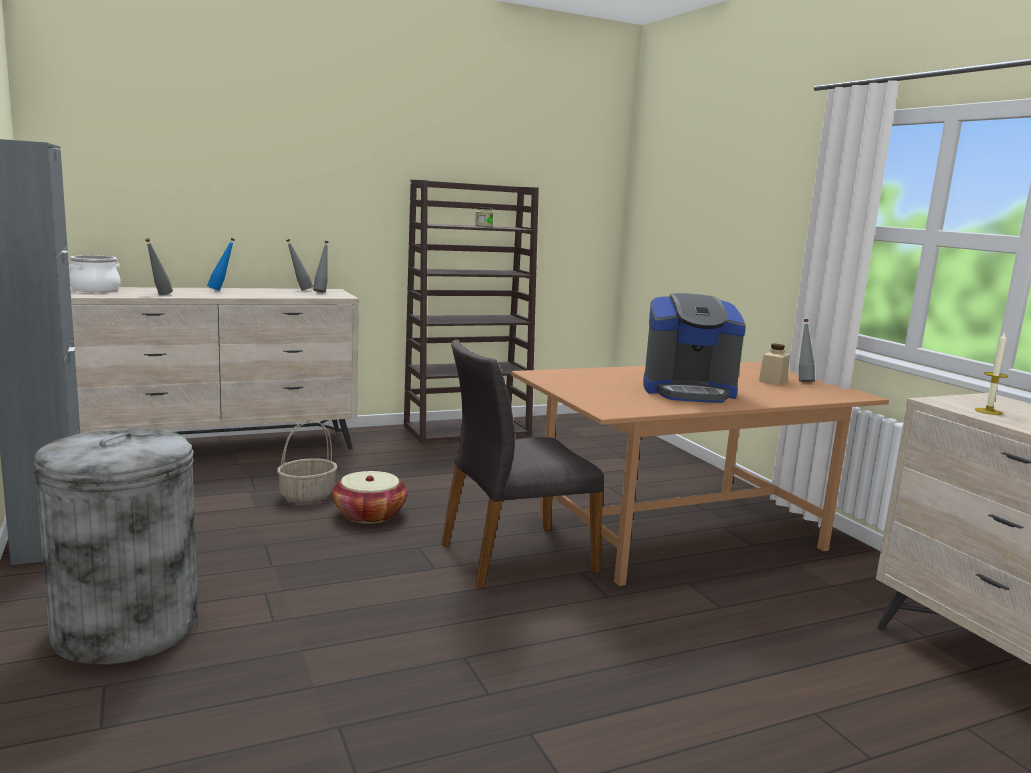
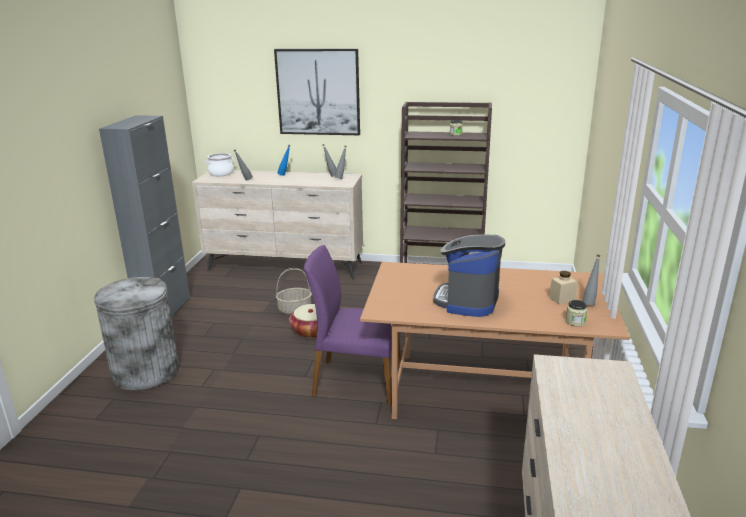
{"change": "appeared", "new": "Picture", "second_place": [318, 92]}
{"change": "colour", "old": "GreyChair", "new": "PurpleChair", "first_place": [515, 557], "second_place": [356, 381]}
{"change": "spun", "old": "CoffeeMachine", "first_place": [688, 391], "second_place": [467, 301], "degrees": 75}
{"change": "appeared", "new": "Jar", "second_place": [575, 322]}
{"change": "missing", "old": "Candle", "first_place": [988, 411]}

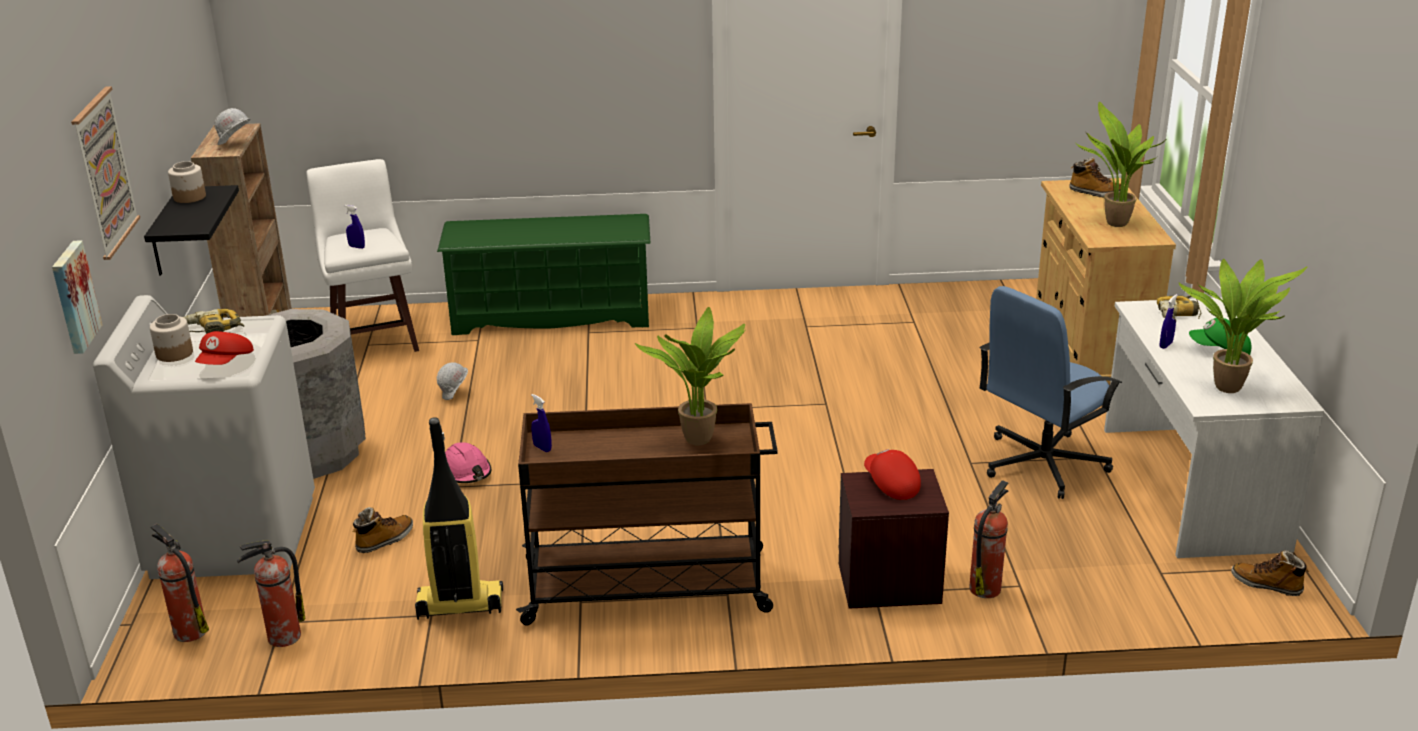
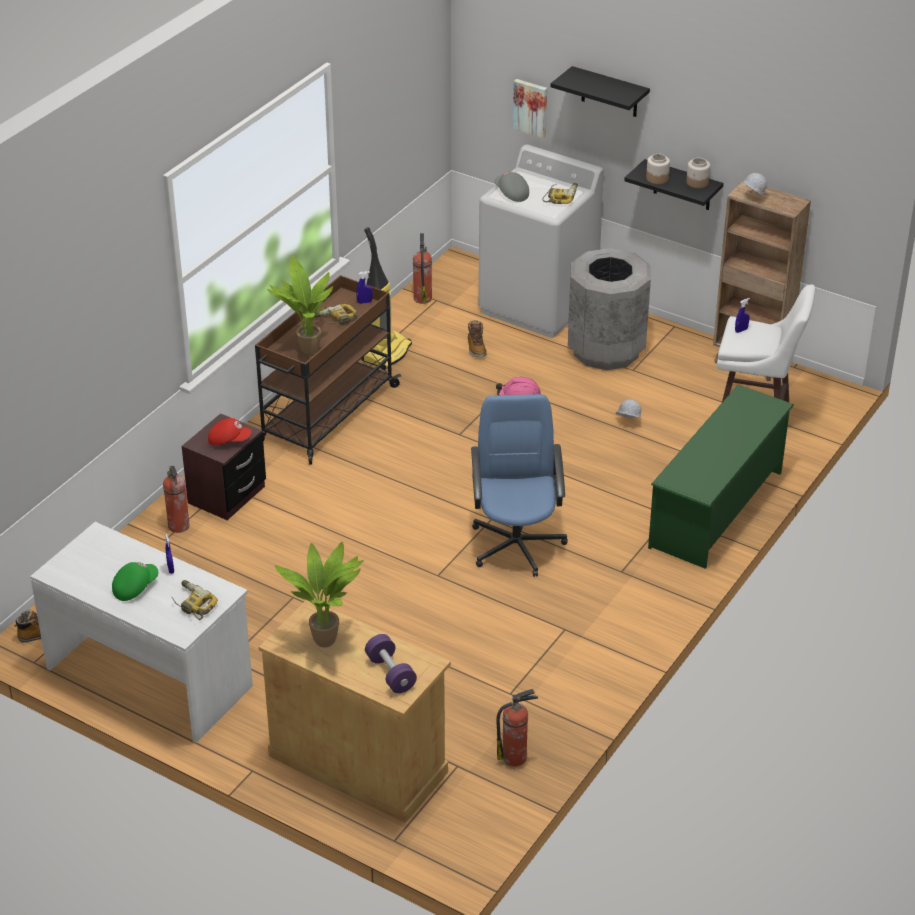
{"change": "appeared", "new": "PowerDrill", "second_place": [337, 320]}
{"change": "exchanged", "old": "Boot", "new": "PurpleDumbbell", "first_place": [1095, 193], "second_place": [390, 673]}
{"change": "relocated", "old": "BlueOfficeChair", "first_place": [1042, 464], "second_place": [517, 544]}
{"change": "colour", "old": "RedCap", "new": "GreyCap", "first_place": [226, 363], "second_place": [511, 193]}
{"change": "relocated", "old": "FireExtinguisher", "first_place": [189, 631], "second_place": [515, 757]}
{"change": "exchanged", "old": "Picture", "new": "BlackShelf", "first_place": [104, 172], "second_place": [609, 92]}
{"change": "relocated", "old": "Jar", "first_place": [174, 354], "second_place": [657, 178]}
{"change": "missing", "old": "PottedPlant", "first_place": [1229, 386]}

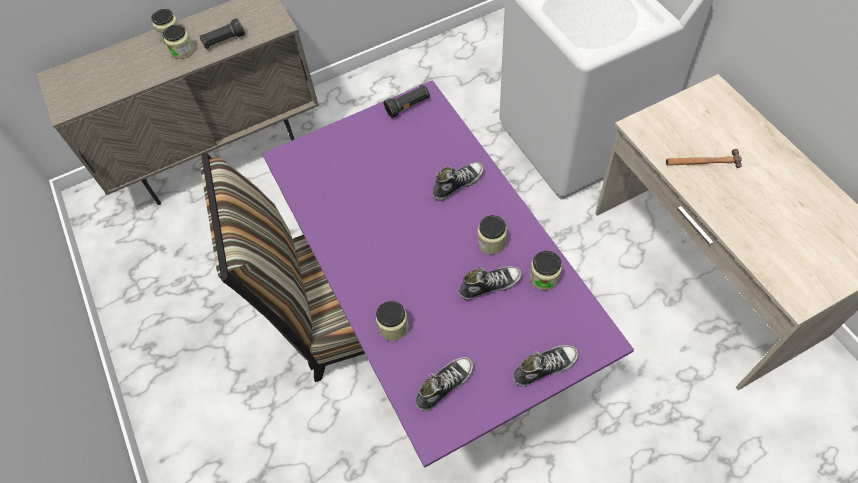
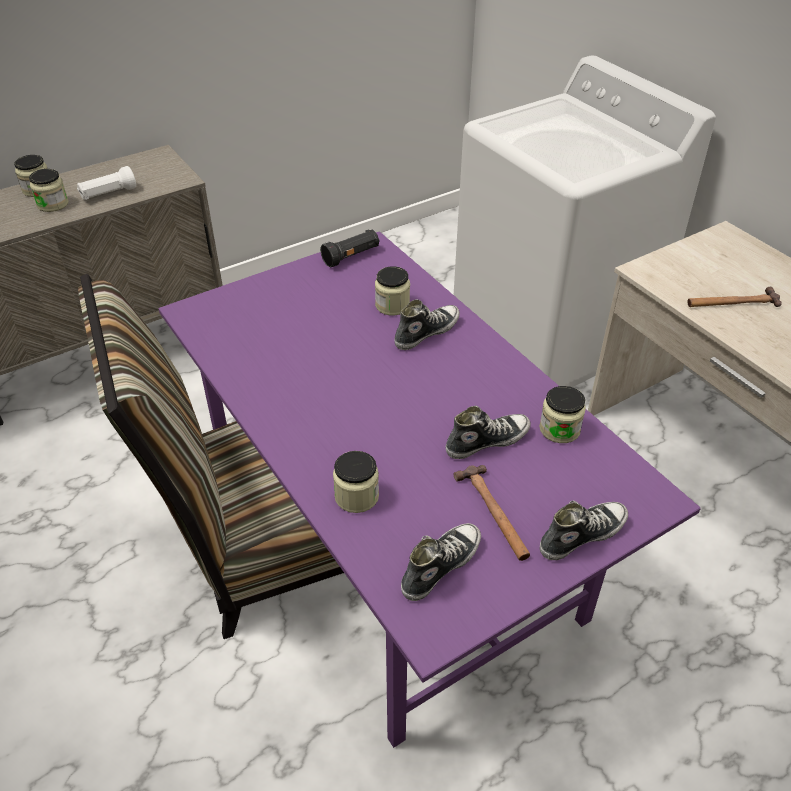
{"change": "colour", "old": "BlackFlashlight", "new": "WhiteFlashlight", "first_place": [224, 41], "second_place": [108, 194]}
{"change": "relocated", "old": "Jar", "first_place": [491, 242], "second_place": [392, 305]}
{"change": "appeared", "new": "Hammer", "second_place": [494, 514]}

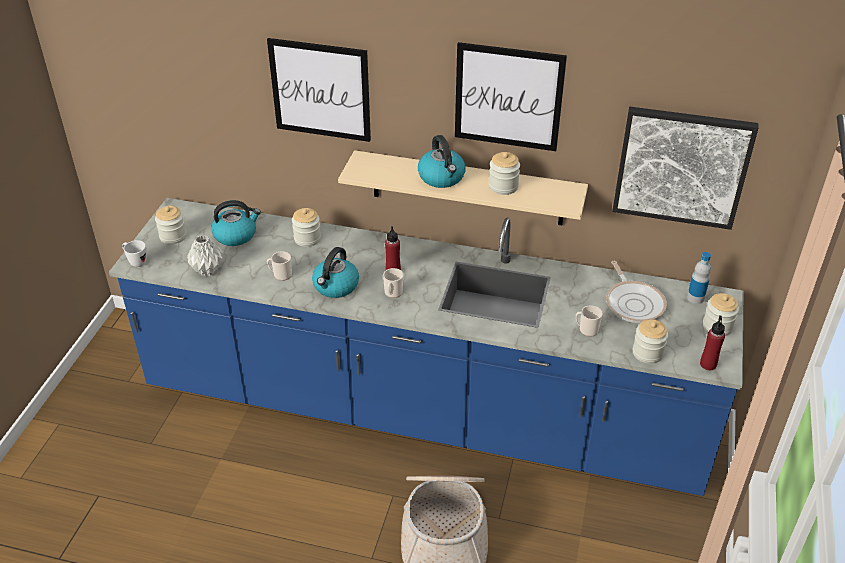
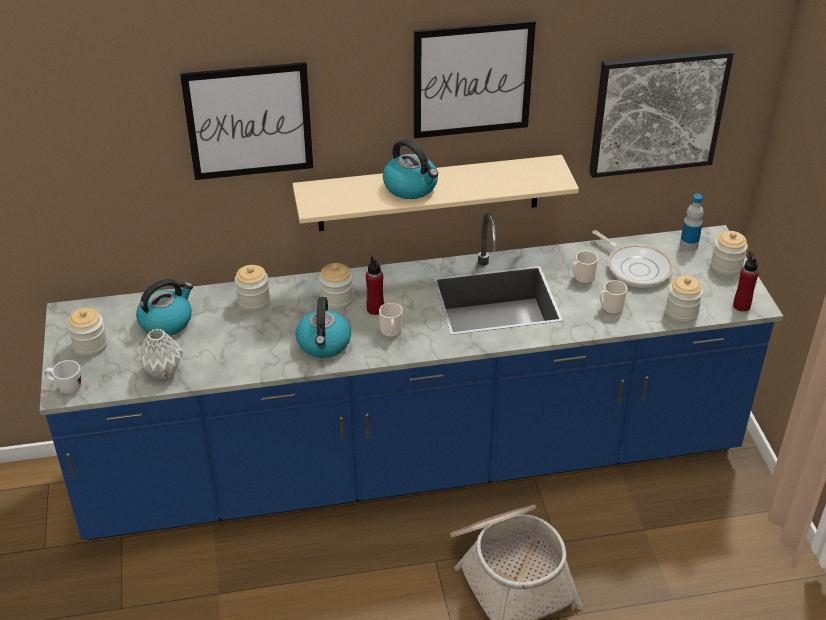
{"change": "relocated", "old": "Jar", "first_place": [503, 187], "second_place": [337, 299]}
{"change": "relocated", "old": "Mug", "first_place": [280, 275], "second_place": [582, 278]}

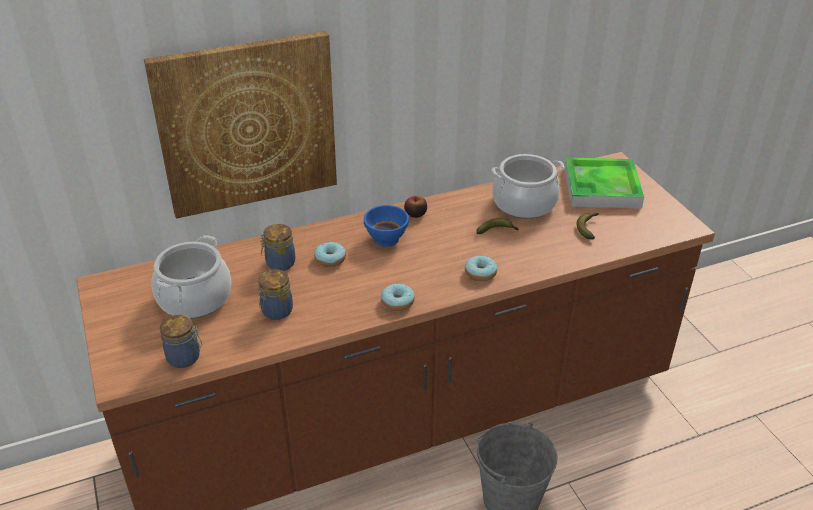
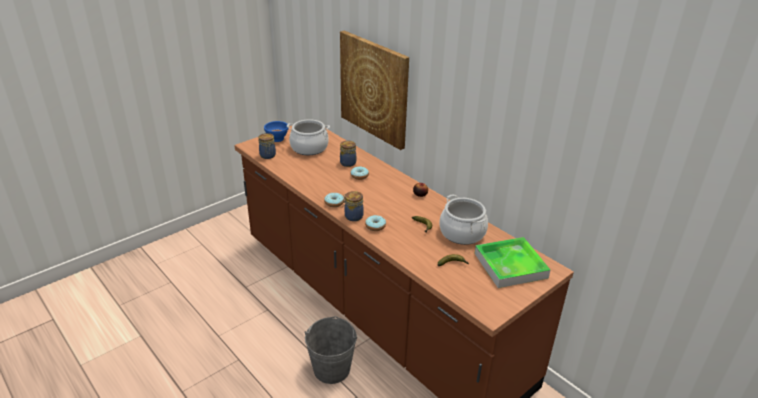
{"change": "relocated", "old": "BlueBowl", "first_place": [386, 238], "second_place": [277, 139]}
{"change": "relocated", "old": "Jar", "first_place": [276, 311], "second_place": [353, 216]}

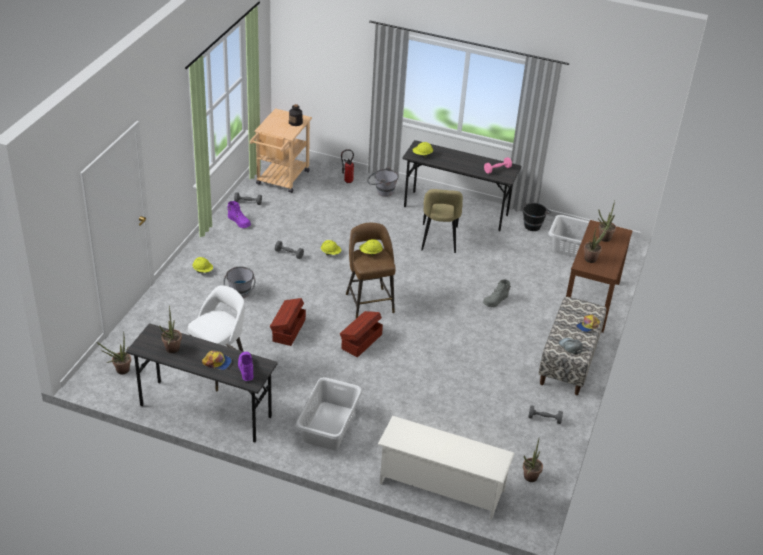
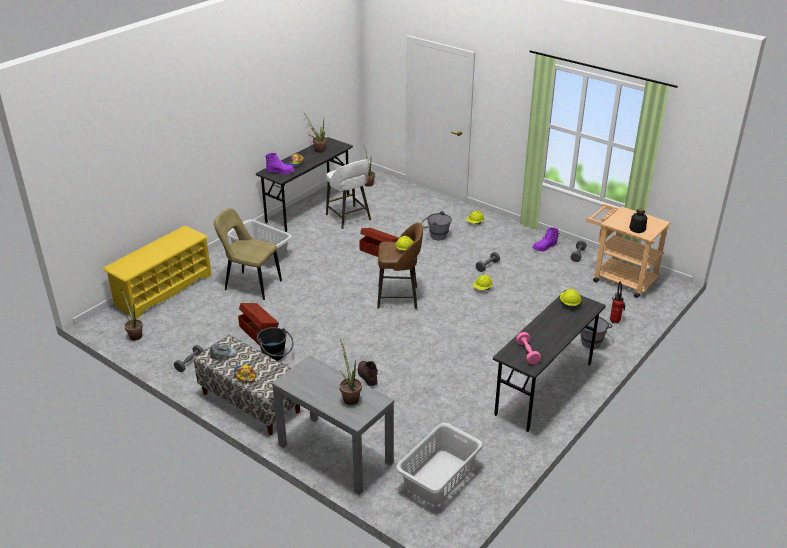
{"change": "colour", "old": "WhiteShoeRack", "new": "YellowShoeRack", "first_place": [440, 487], "second_place": [163, 290]}
{"change": "relocated", "old": "BeigeChair", "first_place": [439, 240], "second_place": [250, 285]}
{"change": "relocated", "old": "BrownStorageBox", "first_place": [361, 341], "second_place": [258, 332]}
{"change": "relocated", "old": "BlackBucket", "first_place": [533, 224], "second_place": [276, 357]}
{"change": "colour", "old": "BrownConsoleTable", "new": "GreyConsoleTable", "first_place": [591, 301], "second_place": [334, 453]}
{"change": "colour", "old": "GreyBoot", "new": "BrownBoot", "first_place": [495, 301], "second_place": [367, 377]}
{"change": "missing", "old": "PottedPlant", "first_place": [592, 258]}

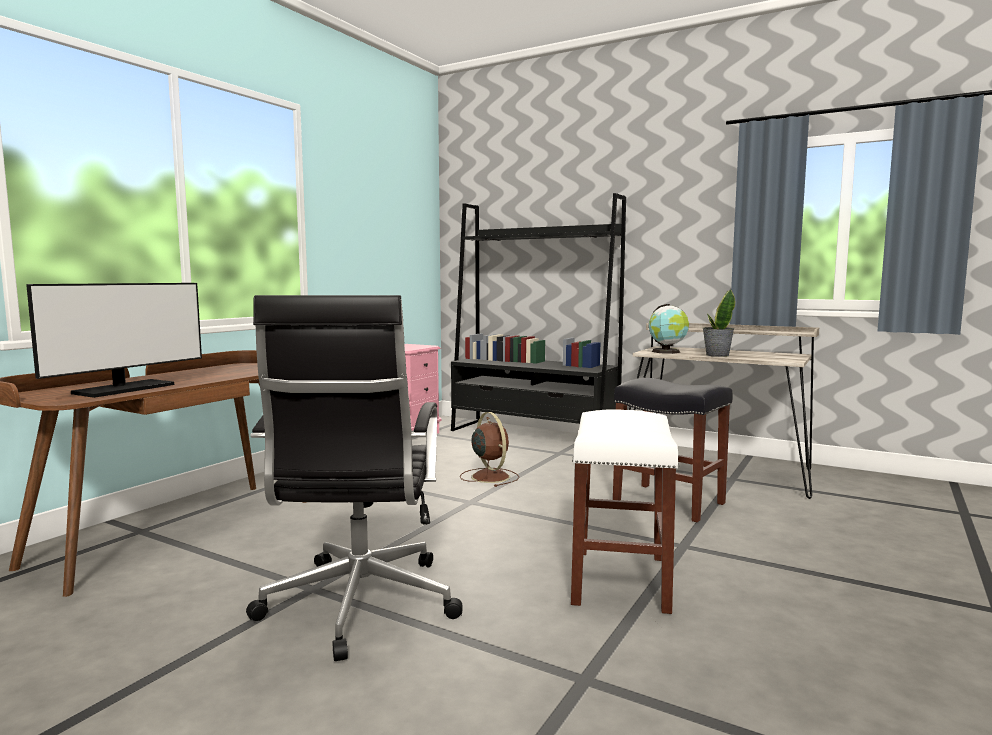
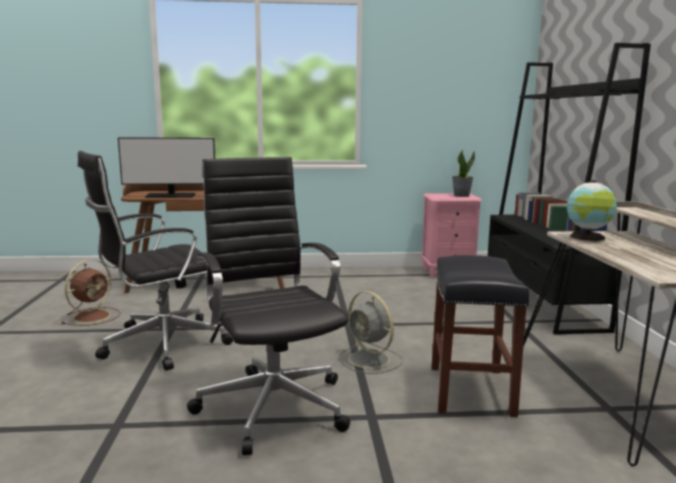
{"change": "relocated", "old": "BrownFan", "first_place": [489, 476], "second_place": [93, 316]}
{"change": "exchanged", "old": "WhiteStool", "new": "BlackOfficeChair", "first_place": [619, 579], "second_place": [272, 404]}
{"change": "appeared", "new": "GreyFan", "second_place": [370, 360]}
{"change": "relocated", "old": "PottedPlant", "first_place": [717, 355], "second_place": [461, 195]}

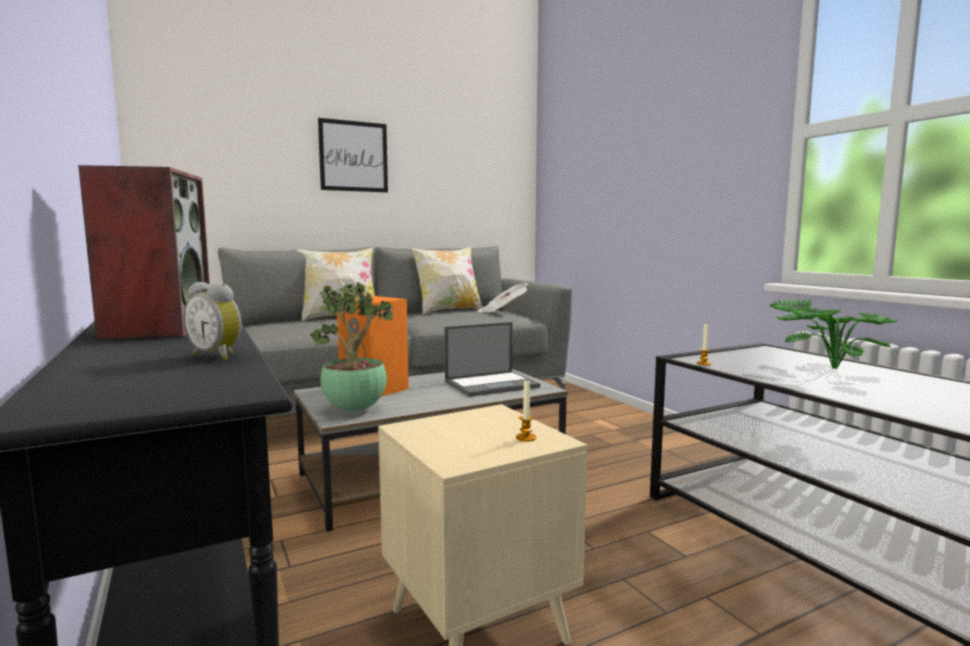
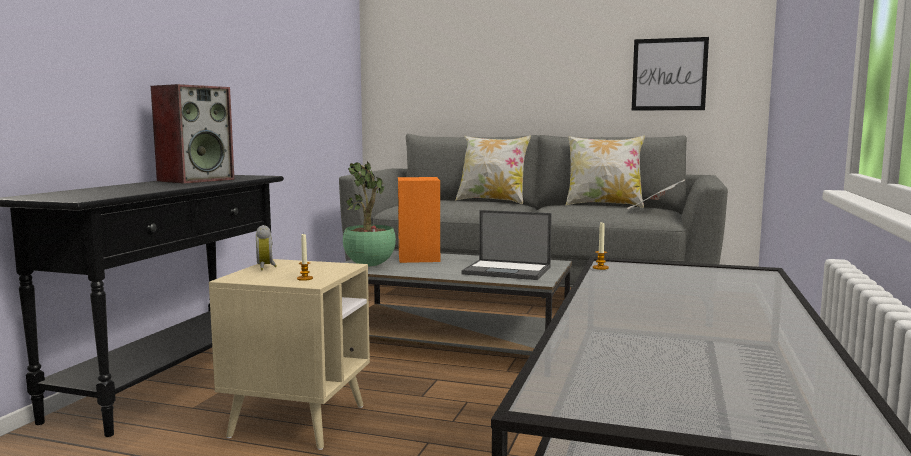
{"change": "relocated", "old": "AlarmClock", "first_place": [218, 356], "second_place": [267, 267]}
{"change": "relocated", "old": "Picture", "first_place": [353, 156], "second_place": [669, 74]}
{"change": "missing", "old": "PottedPlant", "first_place": [825, 368]}

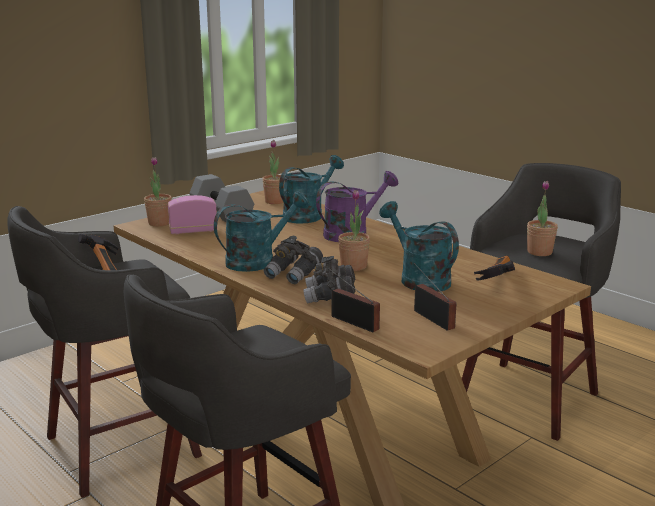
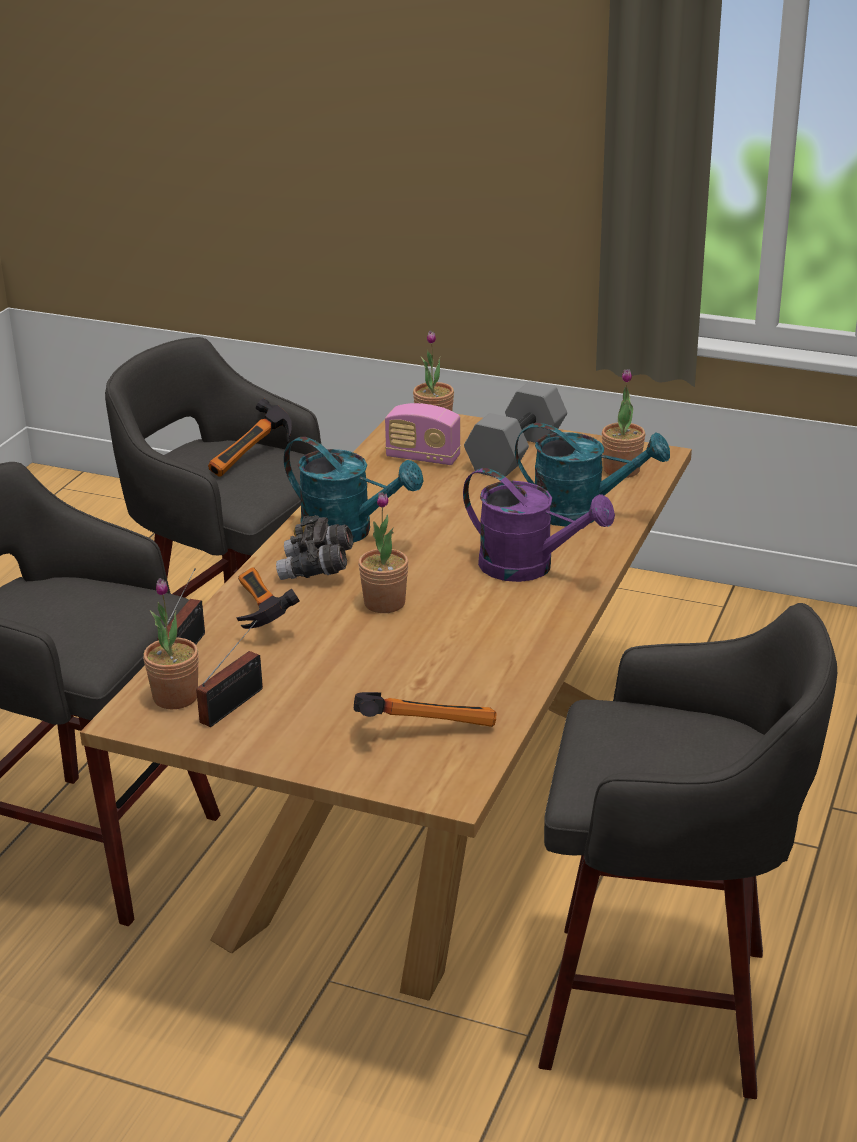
{"change": "relocated", "old": "PottedPlant", "first_place": [539, 252], "second_place": [175, 697]}
{"change": "exchanged", "old": "GreyBinoculars", "new": "Hammer", "first_place": [330, 297], "second_place": [255, 615]}
{"change": "spun", "old": "Radio", "first_place": [193, 231], "second_place": [423, 458], "degrees": 150}
{"change": "missing", "old": "TurquoiseWateringCan", "first_place": [418, 279]}

